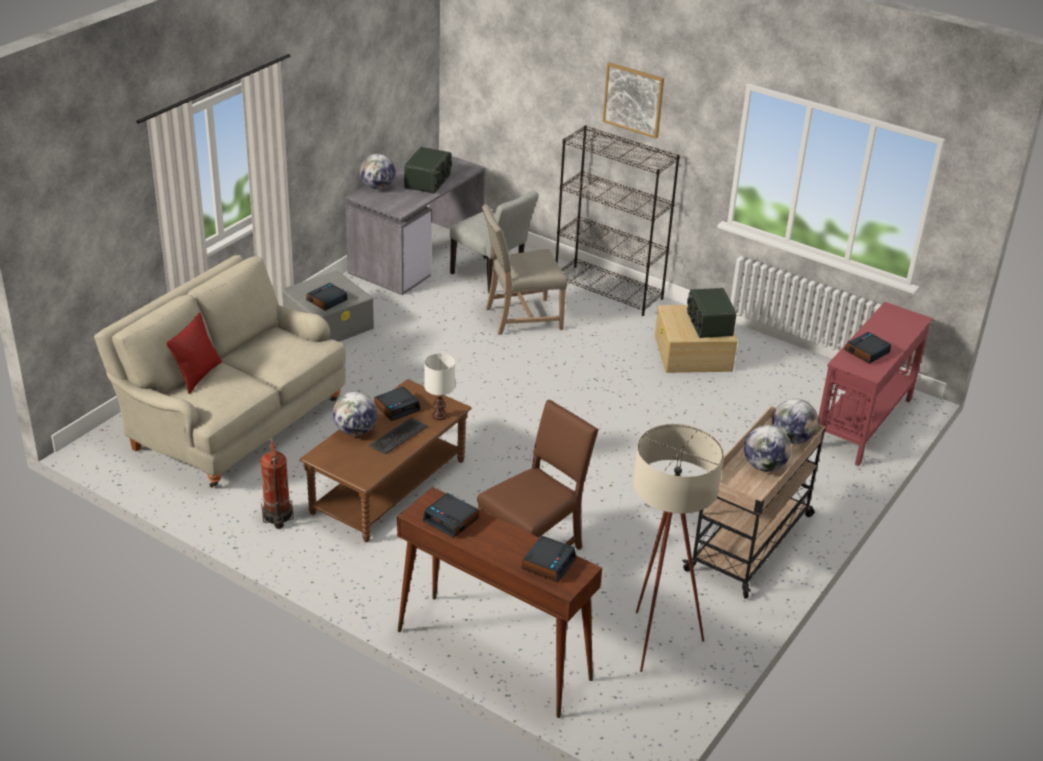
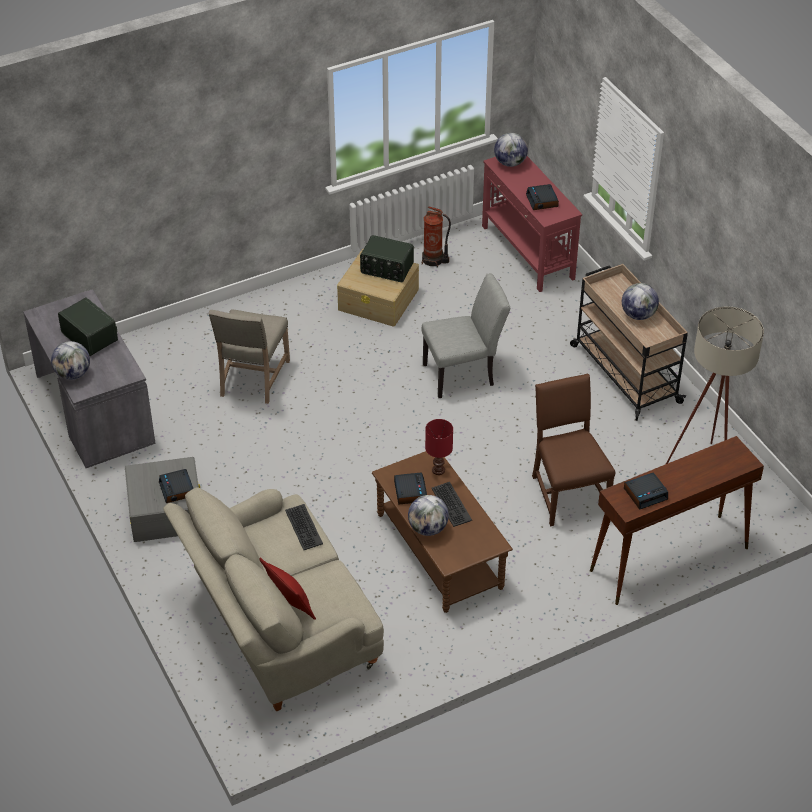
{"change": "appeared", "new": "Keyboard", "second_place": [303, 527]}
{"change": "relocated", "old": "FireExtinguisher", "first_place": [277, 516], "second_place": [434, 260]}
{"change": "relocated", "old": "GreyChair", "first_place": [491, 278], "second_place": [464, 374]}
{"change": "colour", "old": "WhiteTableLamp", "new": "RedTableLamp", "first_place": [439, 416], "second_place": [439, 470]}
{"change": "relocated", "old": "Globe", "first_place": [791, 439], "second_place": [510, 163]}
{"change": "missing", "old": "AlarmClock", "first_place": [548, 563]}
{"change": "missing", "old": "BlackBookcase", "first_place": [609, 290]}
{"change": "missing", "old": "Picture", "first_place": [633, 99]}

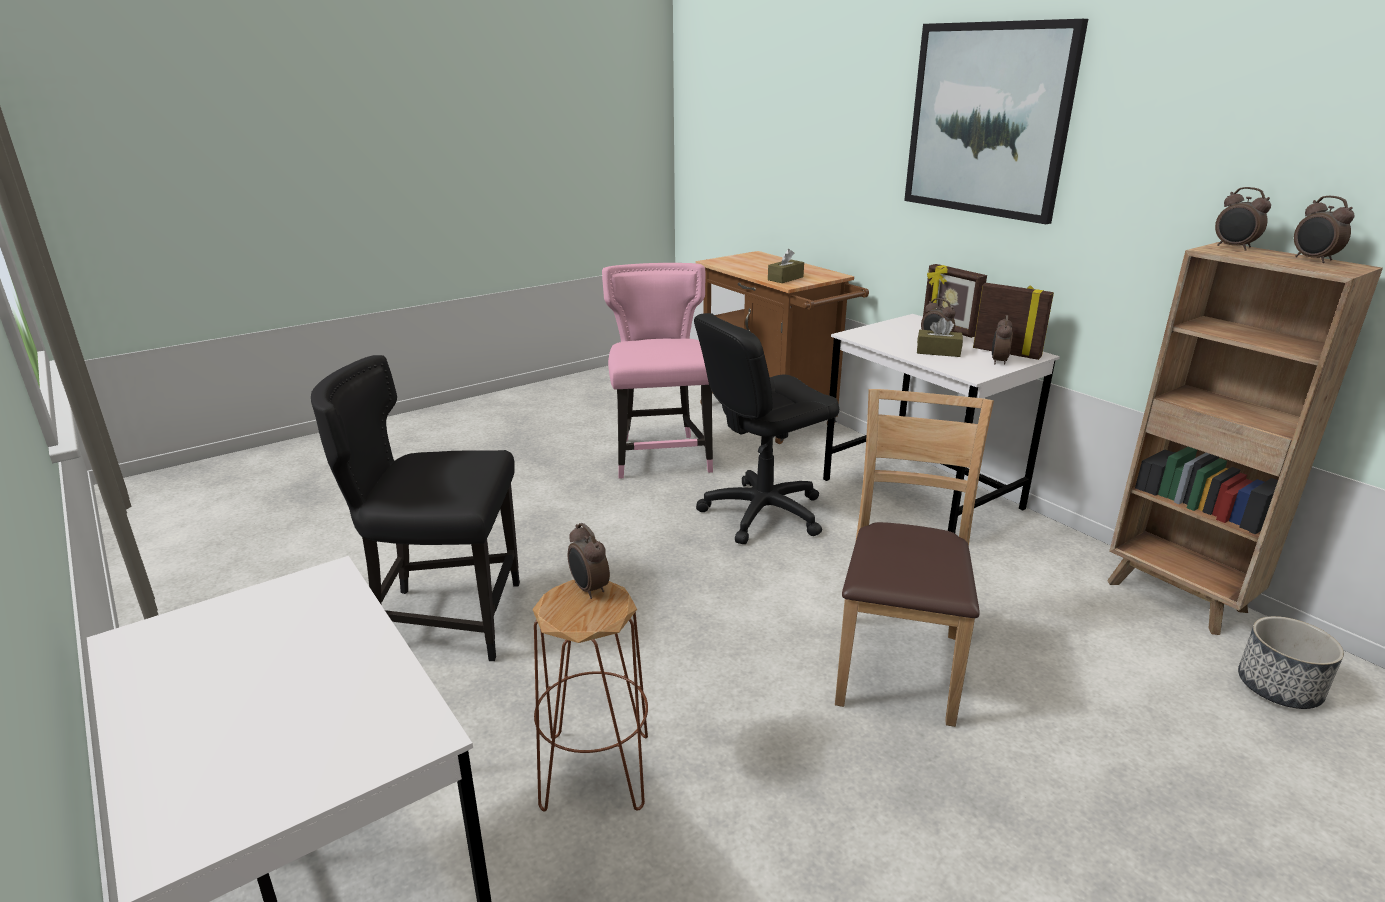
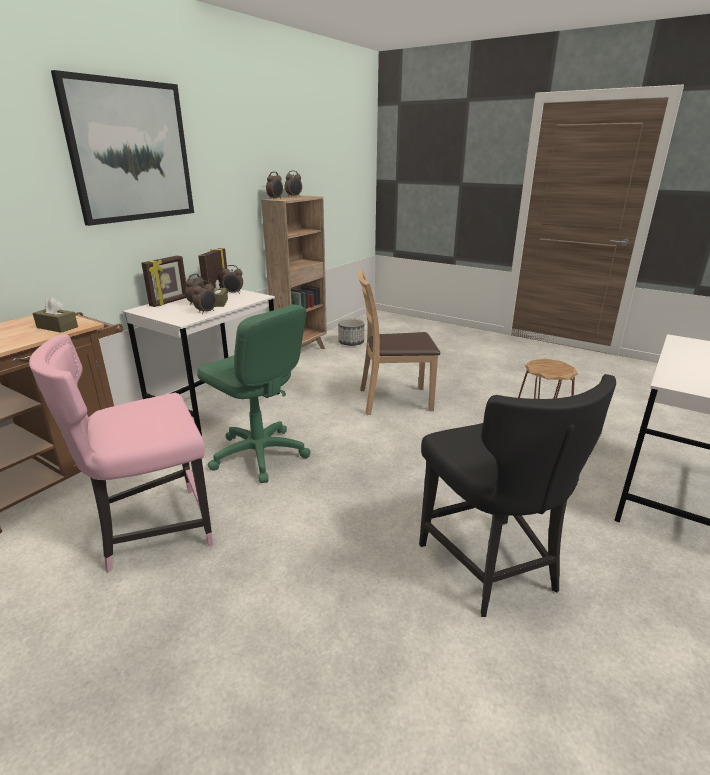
{"change": "relocated", "old": "AlarmClock", "first_place": [588, 589], "second_place": [207, 312]}
{"change": "colour", "old": "BlackOfficeChair", "new": "GreenOfficeChair", "first_place": [762, 513], "second_place": [259, 455]}

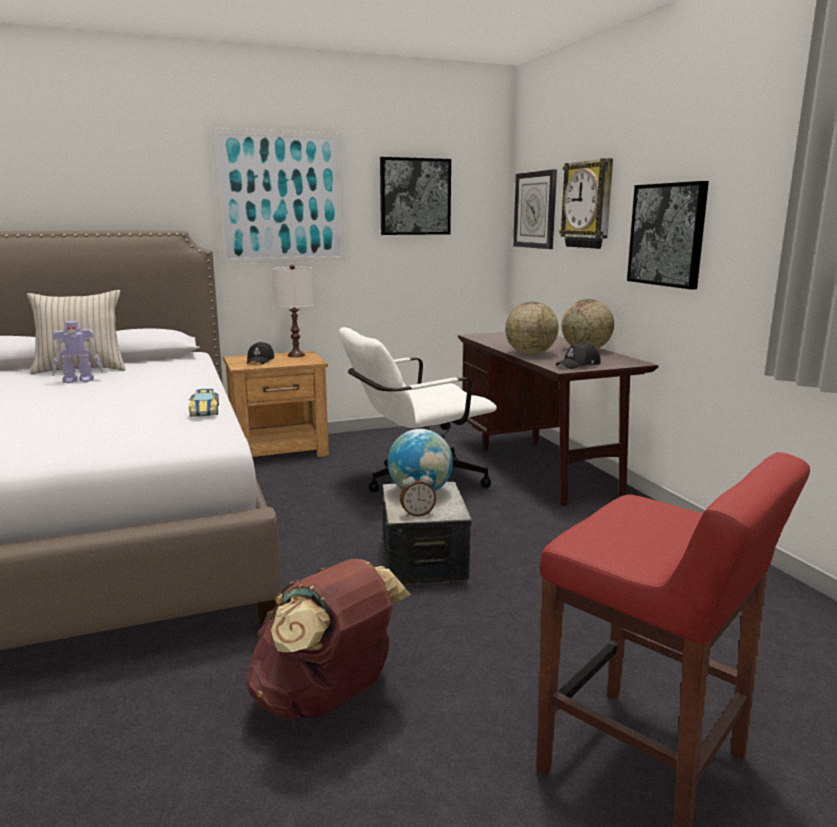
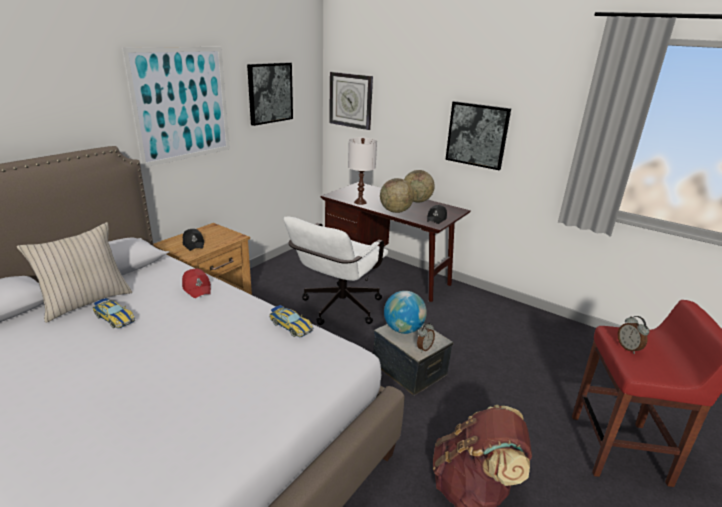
{"change": "exchanged", "old": "ToyRobot", "new": "ToyCar", "first_place": [79, 380], "second_place": [114, 318]}
{"change": "appeared", "new": "RedCap", "second_place": [197, 288]}
{"change": "relocated", "old": "WhiteTableLamp", "first_place": [296, 355], "second_place": [360, 202]}
{"change": "appeared", "new": "AlarmClock", "second_place": [628, 348]}
{"change": "missing", "old": "WallClock", "first_place": [588, 205]}

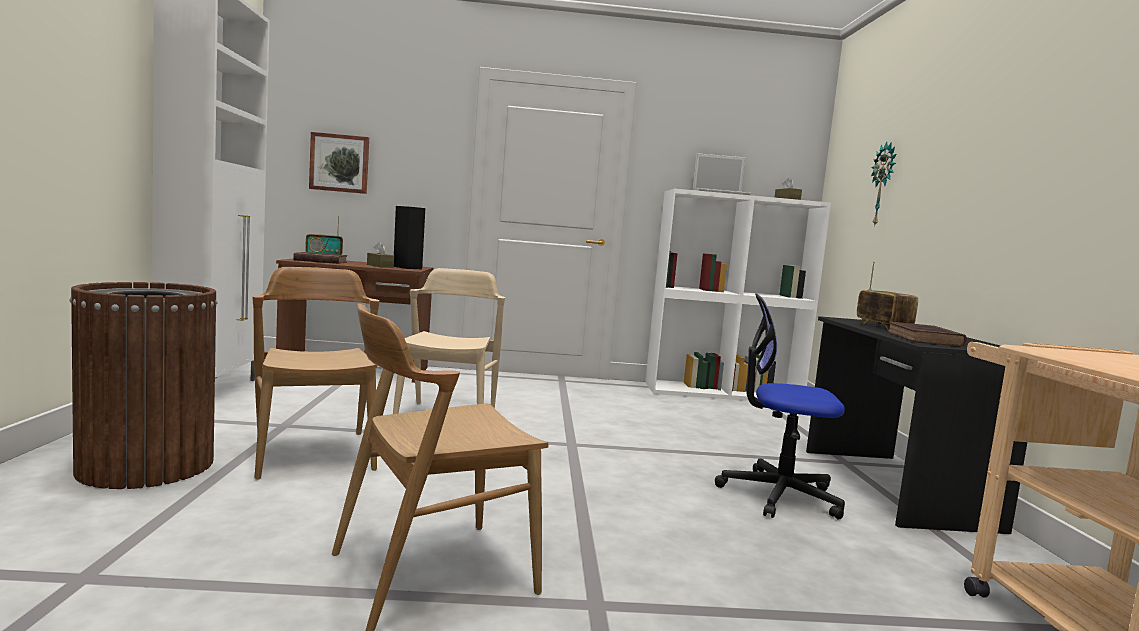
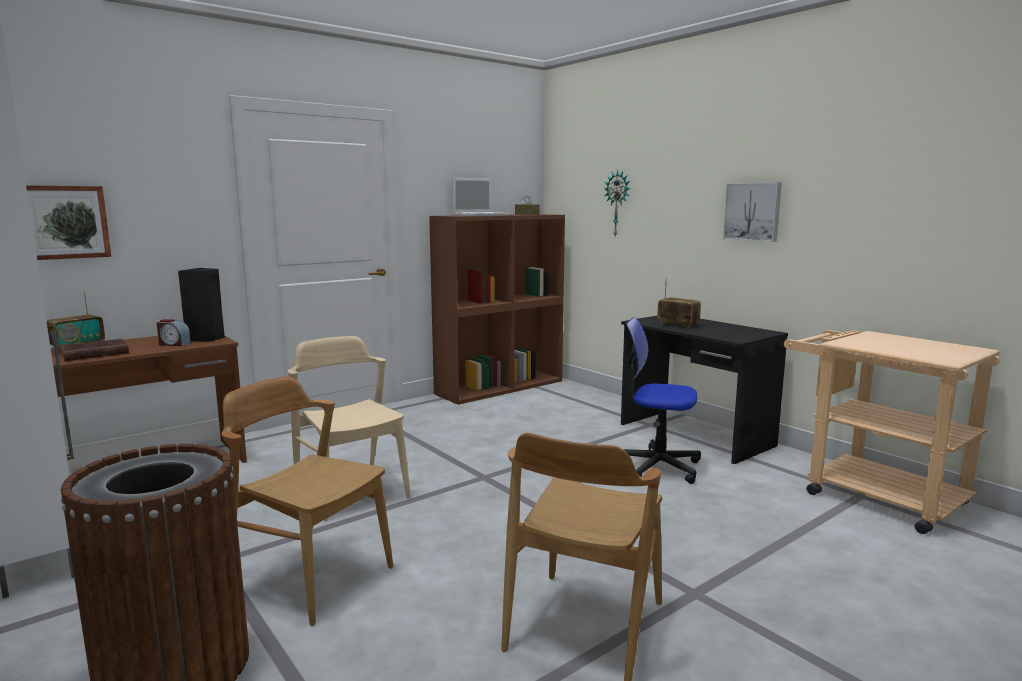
{"change": "exchanged", "old": "BrownTissueBox", "new": "AlarmClock", "first_place": [380, 266], "second_place": [174, 344]}
{"change": "colour", "old": "WhiteBookcase", "new": "BrownBookcase", "first_place": [723, 393], "second_place": [500, 387]}
{"change": "spun", "old": "OfficeChair", "first_place": [778, 495], "second_place": [656, 466], "degrees": 45}
{"change": "appeared", "new": "Picture", "second_place": [753, 211]}
{"change": "missing", "old": "BrownBook", "first_place": [925, 339]}

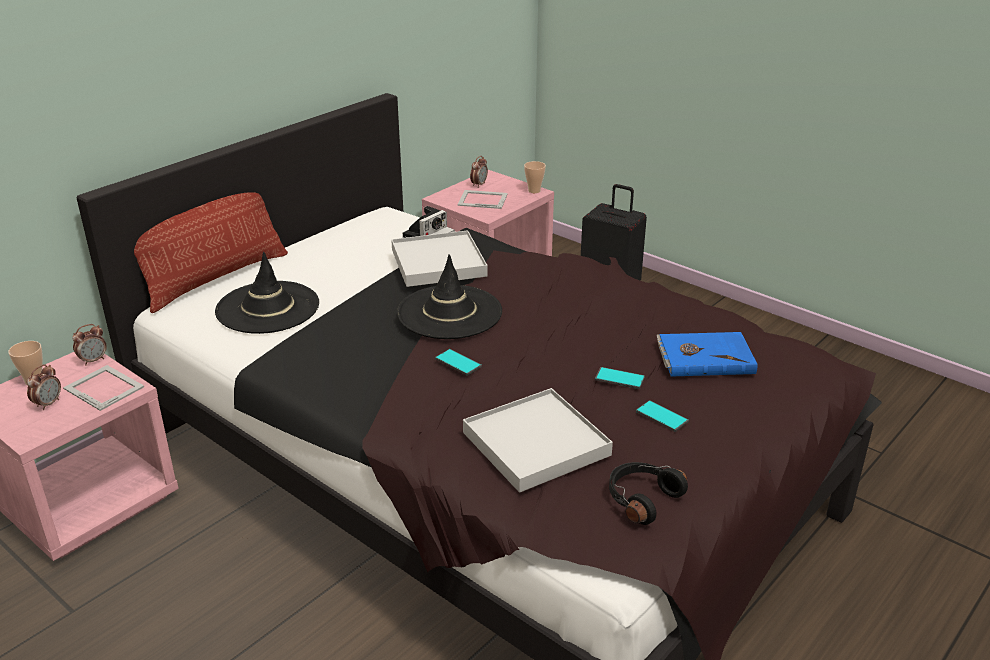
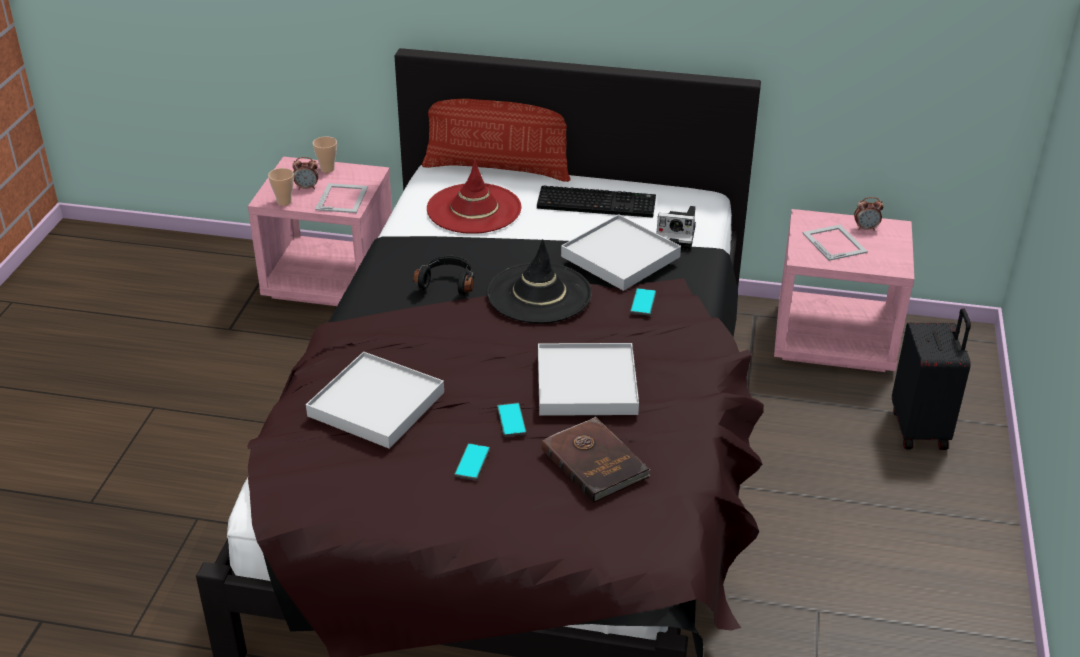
{"change": "relocated", "old": "Cup", "first_place": [534, 191], "second_place": [284, 202]}
{"change": "relocated", "old": "BlackHeadphones", "first_place": [641, 499], "second_place": [448, 282]}
{"change": "colour", "old": "BlackHat", "new": "RedHat", "first_place": [267, 308], "second_place": [474, 209]}
{"change": "appeared", "new": "Keyboard", "second_place": [597, 203]}
{"change": "appeared", "new": "WhiteTray", "second_place": [587, 384]}
{"change": "colour", "old": "BlueBook", "new": "BrownBook", "first_place": [704, 357], "second_place": [595, 462]}
{"change": "relocated", "old": "Phone", "first_place": [458, 363], "second_place": [643, 302]}
{"change": "missing", "old": "AlarmClock", "first_place": [93, 360]}

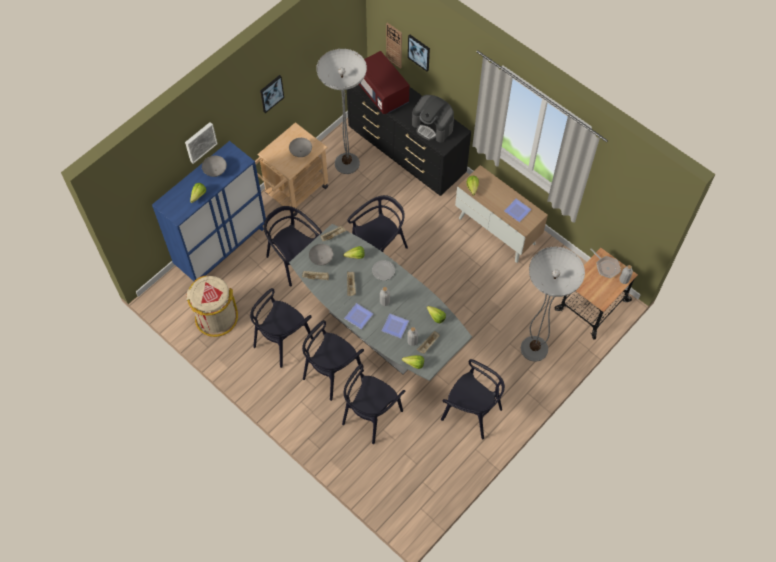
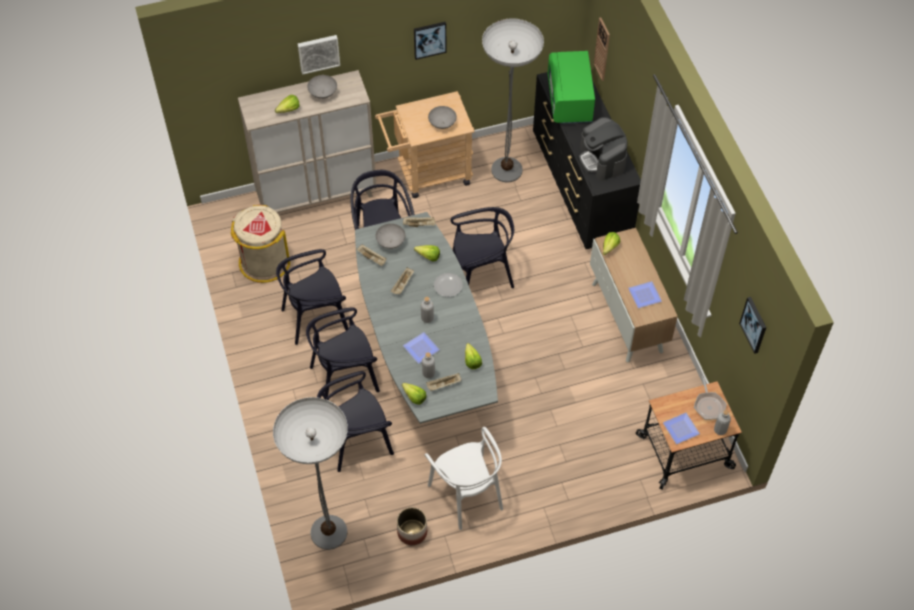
{"change": "colour", "old": "BlueCabinet", "new": "BeigeCabinet", "first_place": [222, 248], "second_place": [317, 195]}
{"change": "relocated", "old": "FloorLamp", "first_place": [534, 349], "second_place": [329, 532]}
{"change": "appeared", "new": "Planter", "second_place": [412, 532]}
{"change": "colour", "old": "BlackChair", "new": "WhiteChair", "first_place": [471, 412], "second_place": [467, 494]}
{"change": "colour", "old": "RedMicrowave", "new": "GreenMicrowave", "first_place": [382, 93], "second_place": [570, 100]}
{"change": "relocated", "old": "Plate", "first_place": [357, 317], "second_place": [679, 428]}
{"change": "relocated", "old": "Picture", "first_place": [419, 52], "second_place": [754, 324]}

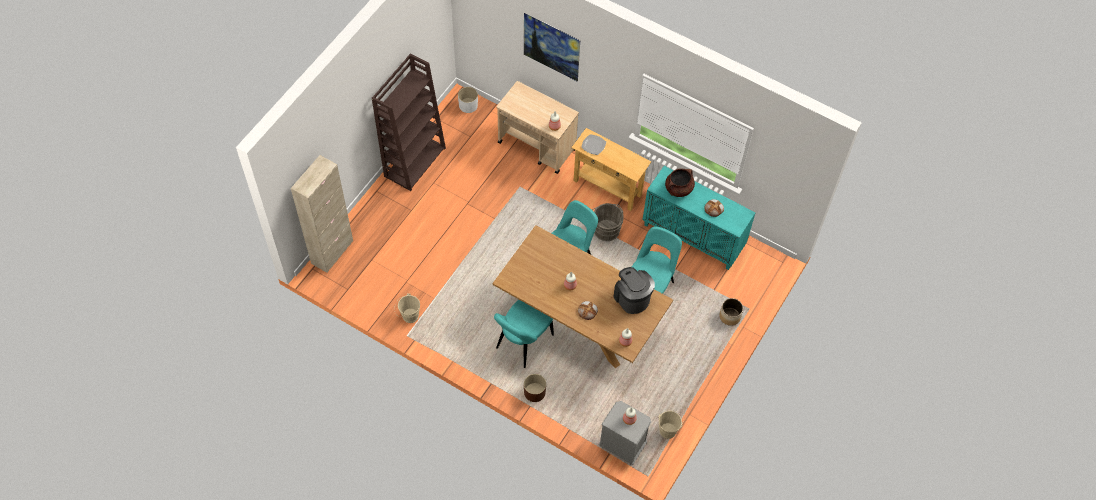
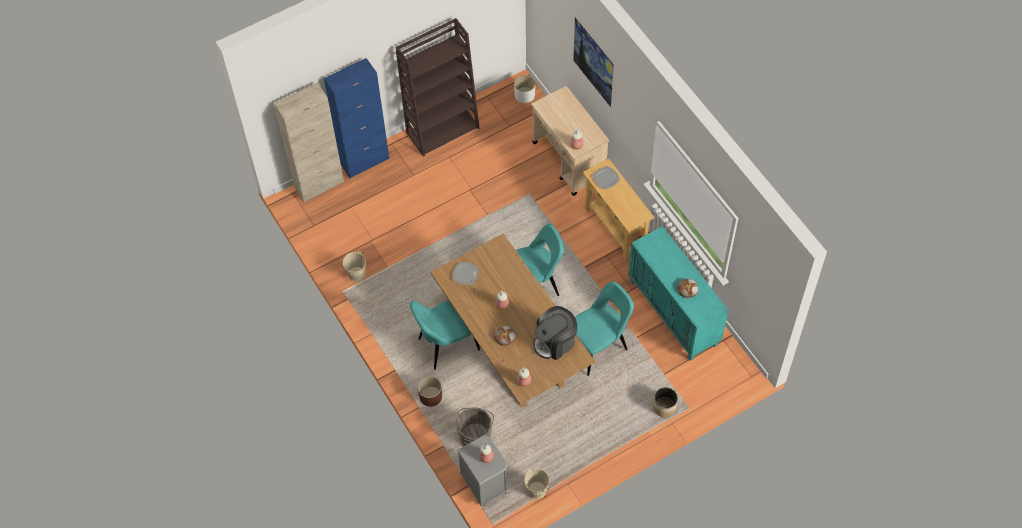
{"change": "appeared", "new": "BlueCabinet", "second_place": [365, 161]}
{"change": "appeared", "new": "Plate", "second_place": [465, 274]}
{"change": "relocated", "old": "GreyBucket", "first_place": [606, 229], "second_place": [475, 434]}
{"change": "spun", "old": "CoffeeMachine", "first_place": [632, 298], "second_place": [555, 342], "degrees": -120}
{"change": "missing", "old": "BrownCookingPot", "first_place": [678, 189]}

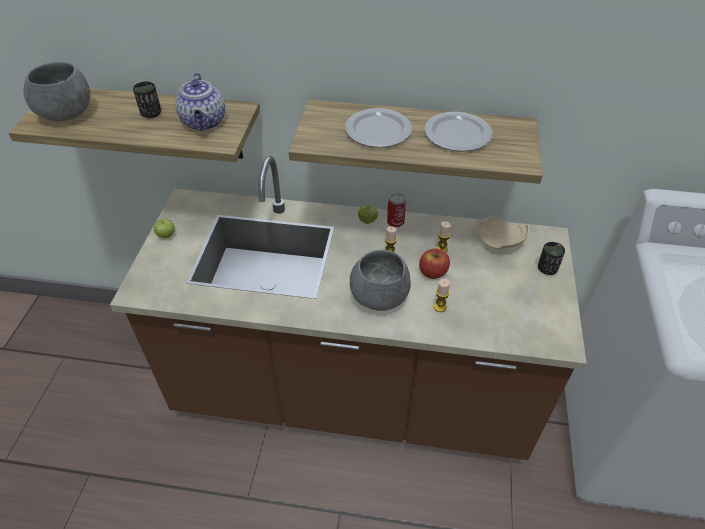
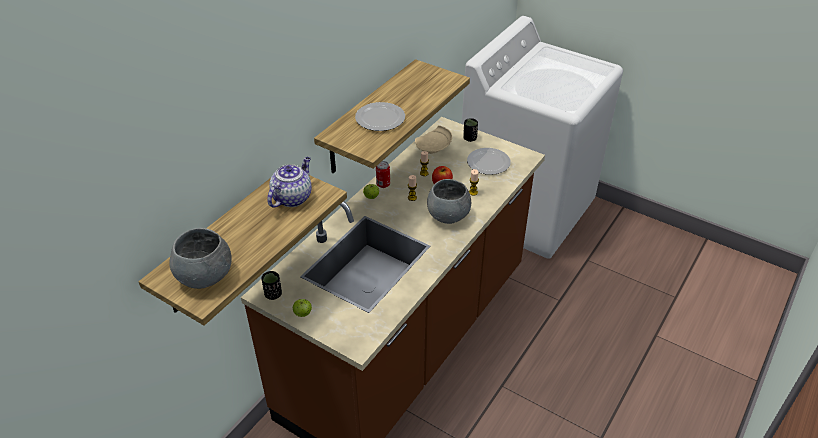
{"change": "relocated", "old": "BlackCup", "first_place": [151, 114], "second_place": [273, 294]}
{"change": "spun", "old": "Teapot", "first_place": [204, 122], "second_place": [292, 197], "degrees": -75}
{"change": "relocated", "old": "Plate", "first_place": [458, 133], "second_place": [488, 162]}

